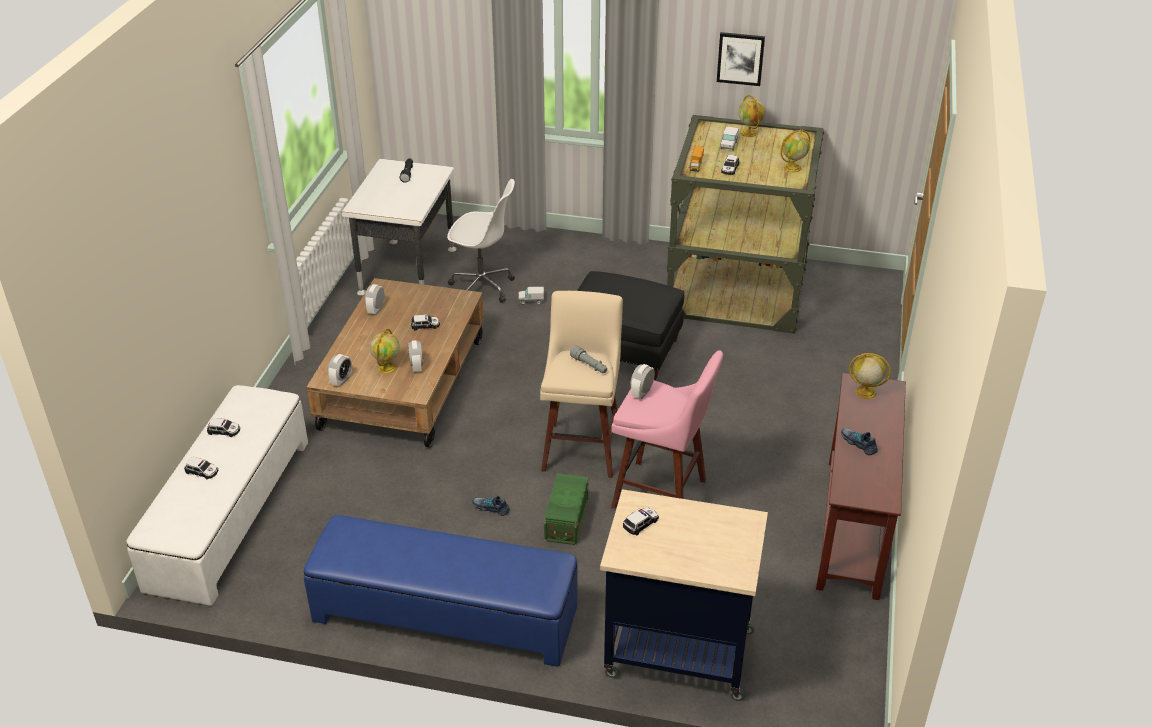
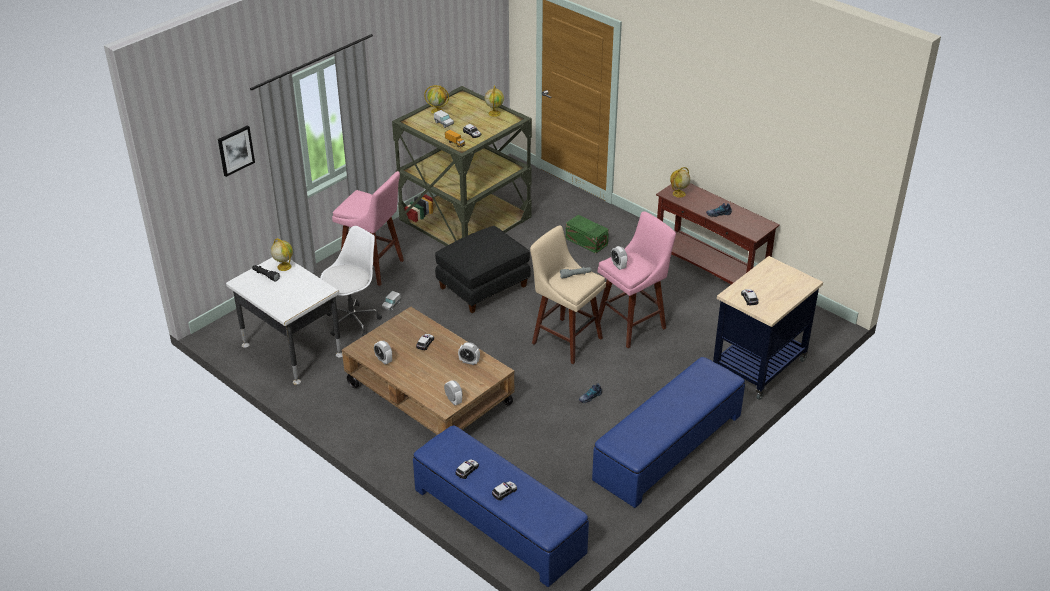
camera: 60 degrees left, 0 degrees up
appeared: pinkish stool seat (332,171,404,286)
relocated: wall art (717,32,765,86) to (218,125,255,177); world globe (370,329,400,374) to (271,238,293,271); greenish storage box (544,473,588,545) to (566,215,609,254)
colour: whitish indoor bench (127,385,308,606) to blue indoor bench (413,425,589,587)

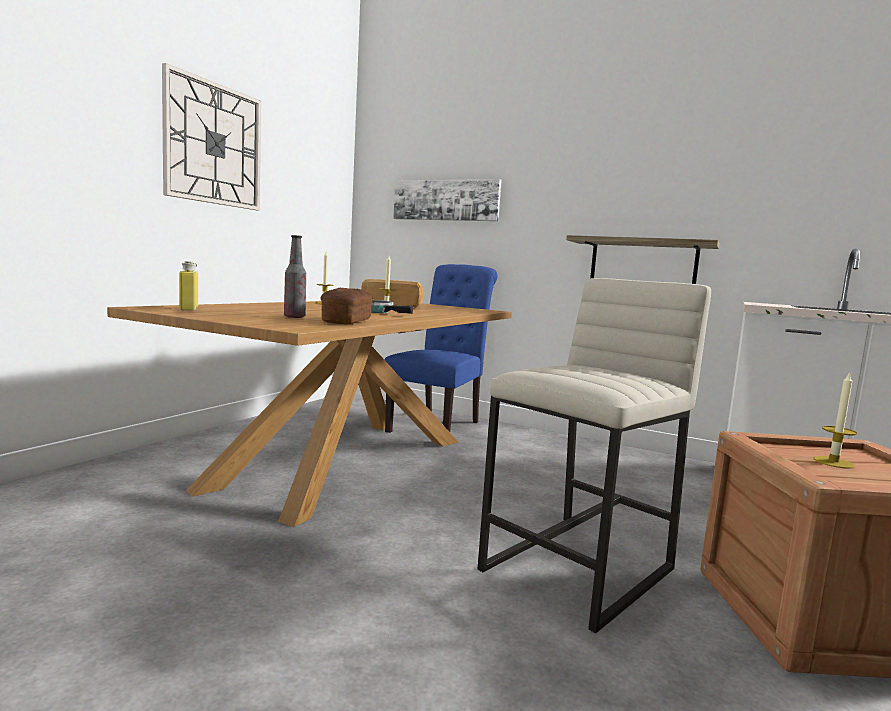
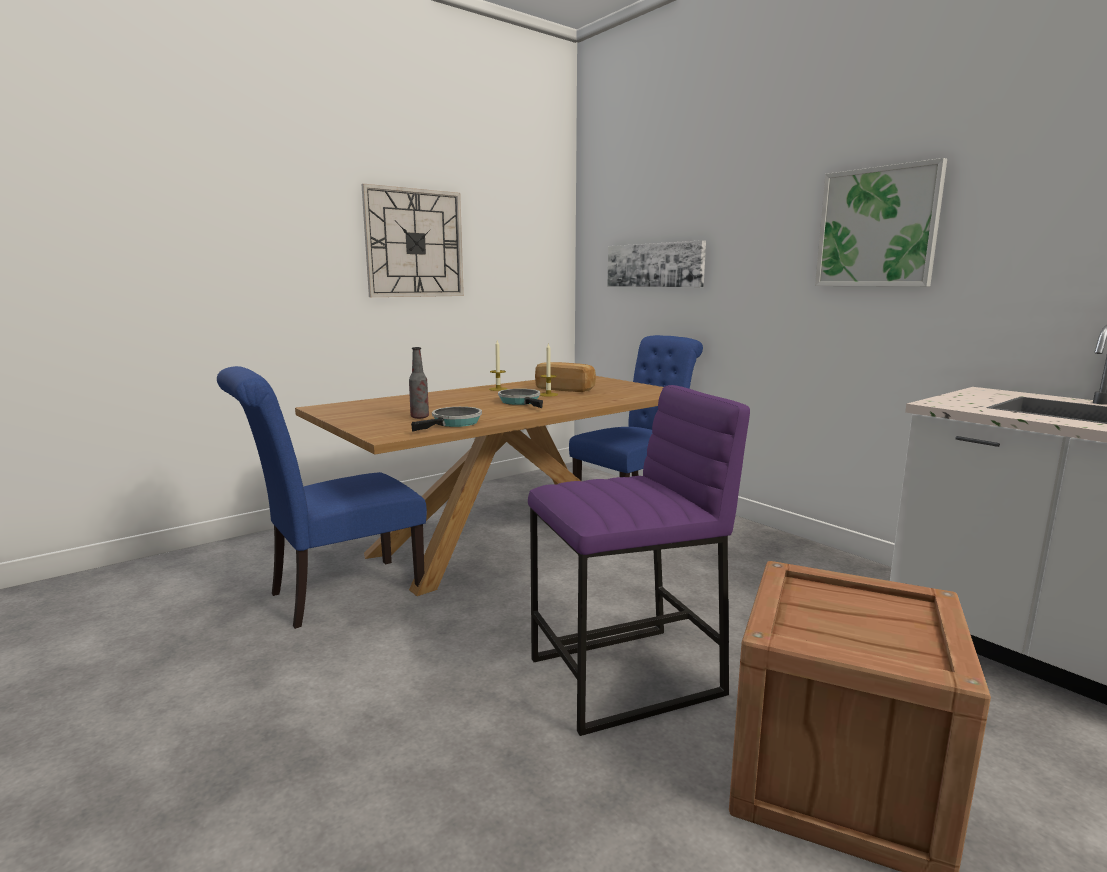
camera: 25 degrees right, 5 degrees up
missing: wall shelf (566,235,719,284); yellow-coloured beverage bottle (179,261,198,311); wax candle (814,372,857,469)
appeared: wall art (815,158,947,287); blue plain chair (217,366,427,629)
exchanged: baked bread (320,288,372,324) to skillet (411,407,482,431)
colour: beige stool seat (477,278,711,633) to purplish stool seat (528,385,750,736)

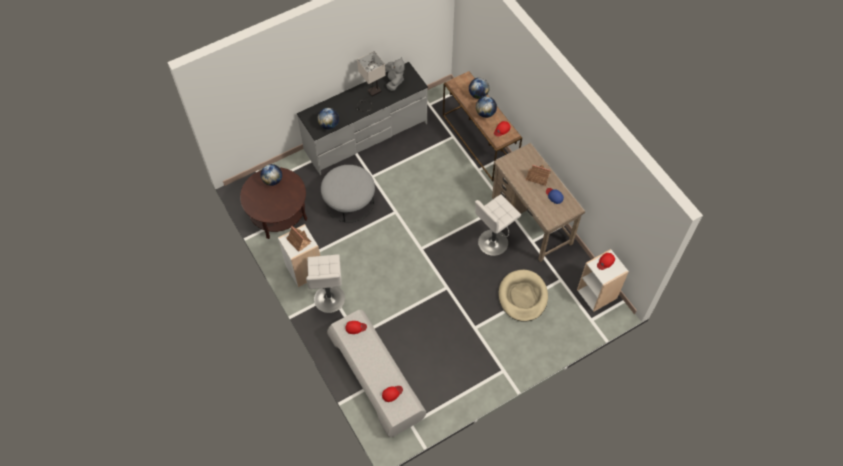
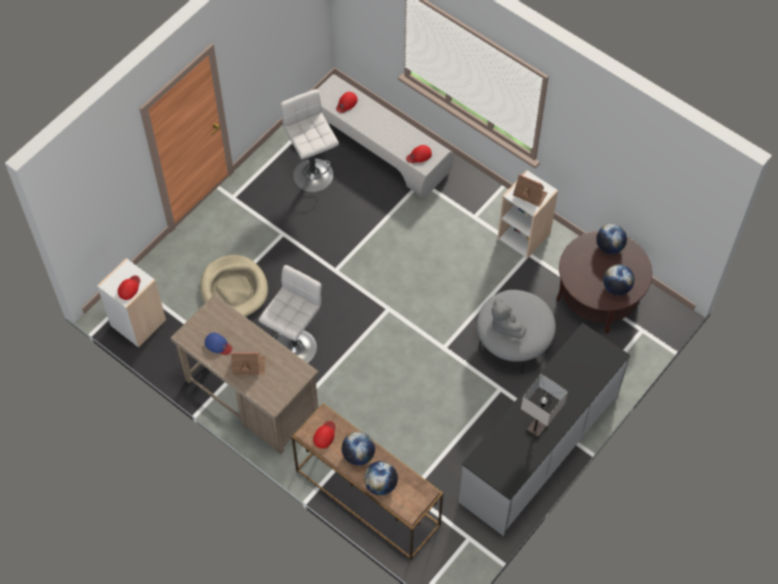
camera: 160 degrees right, 0 degrees up
relocated: gray soft toy (385,57,405,91) to (492,298,526,339); world globe (317,108,339,129) to (596,224,627,254); whitish stool seat (306,254,345,313) to (280,89,339,192)

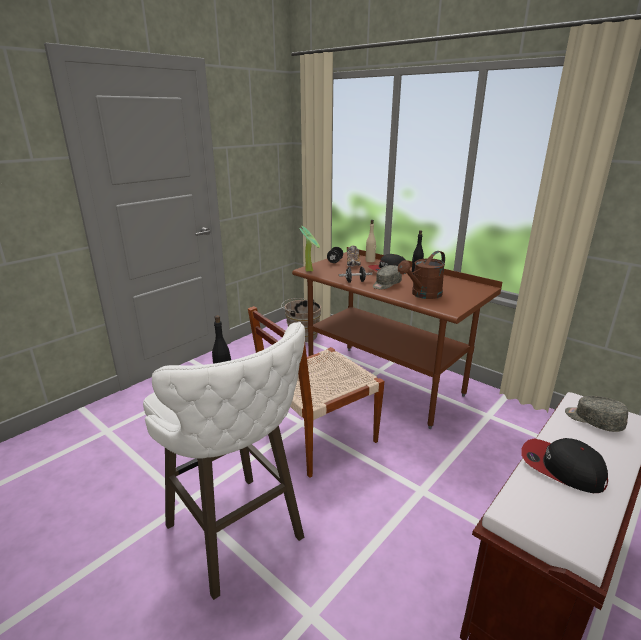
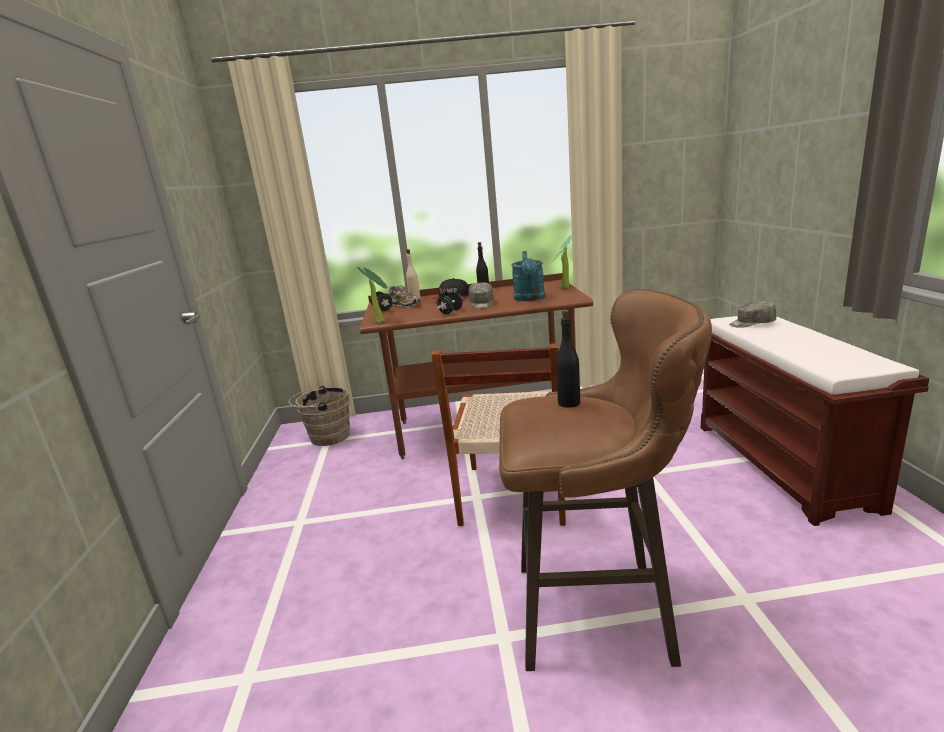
camera: 45 degrees left, 5 degrees down
missing: peaked cap (521,438,608,493)
appeared: plant in a pot (552,235,574,288)
colour: brownish sprinkling can (398,251,445,299) to turquoise sprinkling can (511,251,545,301); whitish stool seat (143,322,305,600) to brownish stool seat (499,289,712,671)

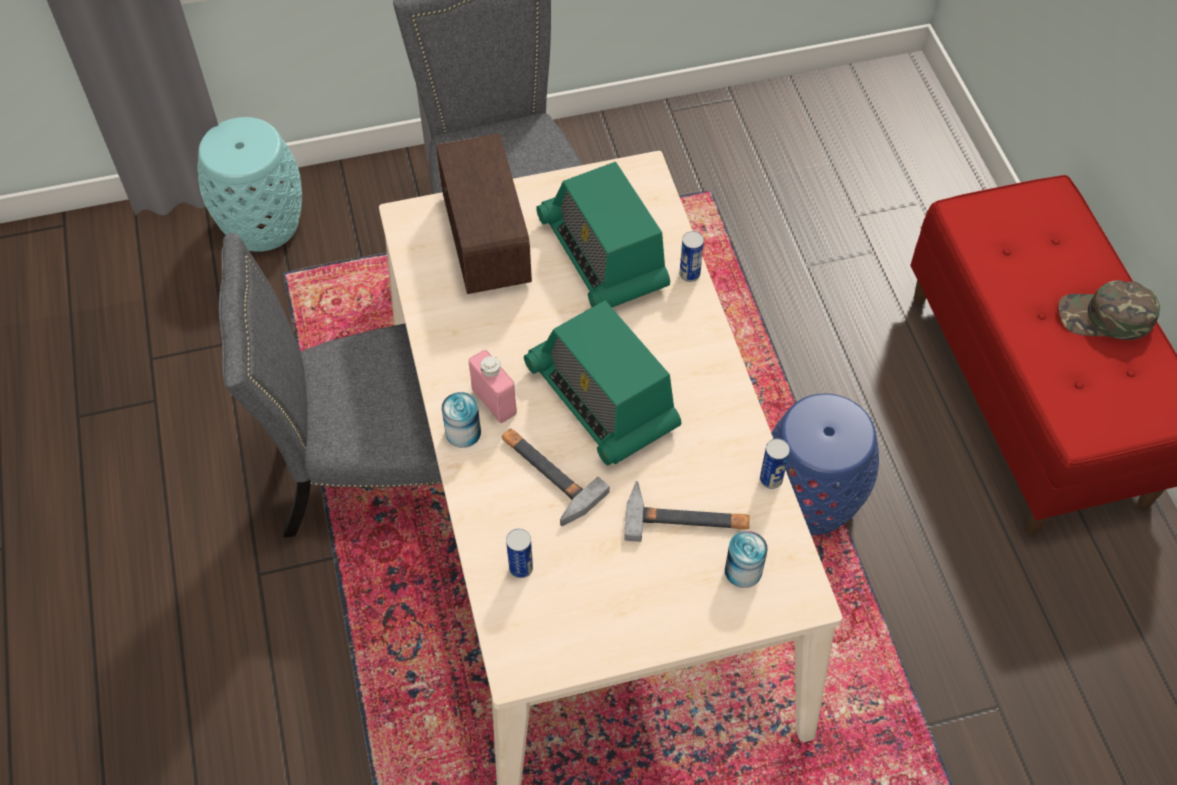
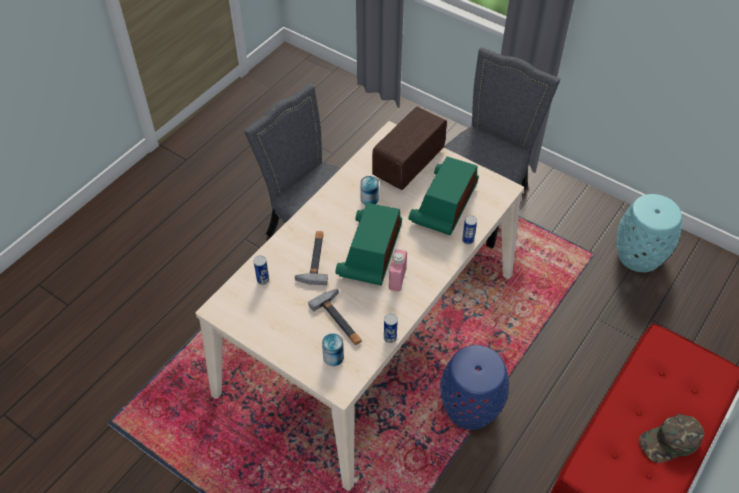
camera: 50 degrees right, 5 degrees down
relocated: turquoise stool seat (197,117,302,252) to (617,194,682,272); pinkish beverage bottle (469,350,517,423) to (389,249,407,292); sealed can (442,392,481,448) to (360,176,379,205)
spun: greenish peaked cap (1058,280,1160,340) = (639,414,704,463) 75 degrees counterclockwise

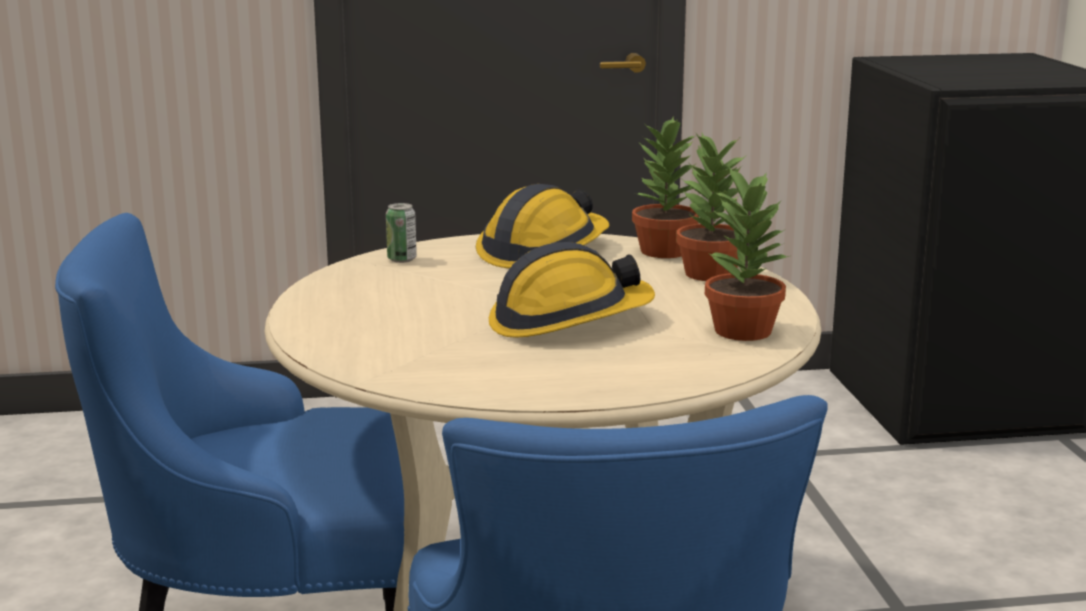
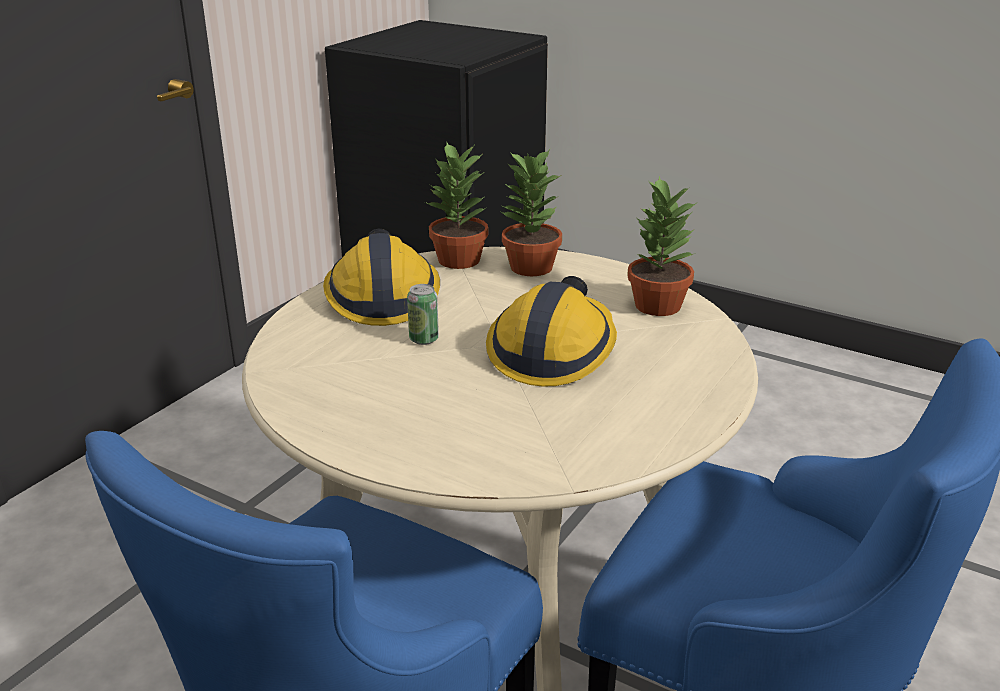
camera: 50 degrees left, 10 degrees up
relocated: sealed can (386,203,417,263) to (407,284,439,345)

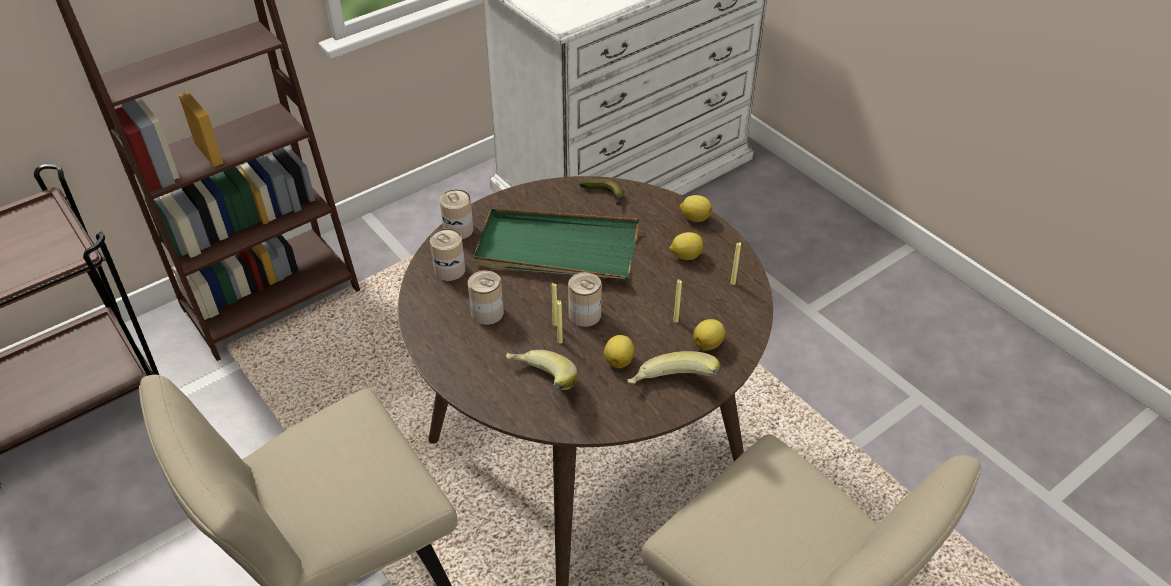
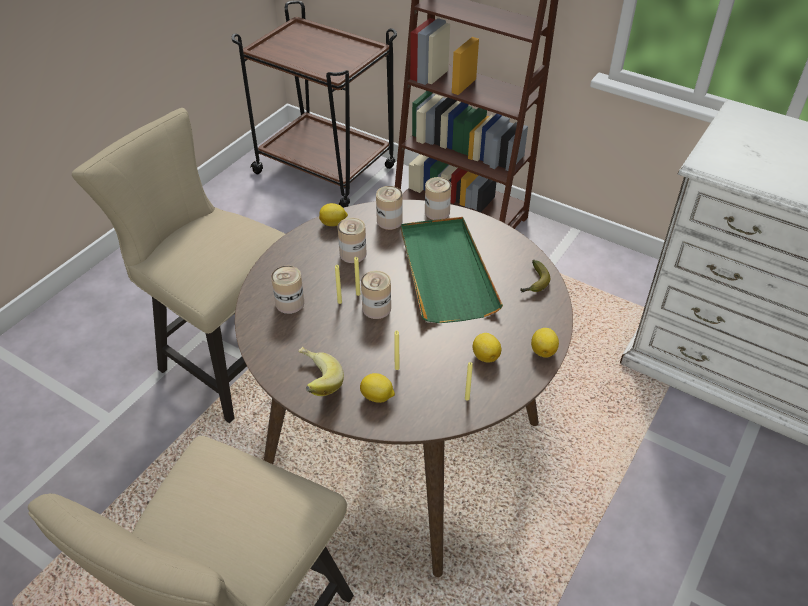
camera: 70 degrees right, 0 degrees up
relocated: citrus fruit (604,335,634,368) to (319,203,348,226)
exchanged: banana (506,350,577,390) to sealed can (271,266,304,314)

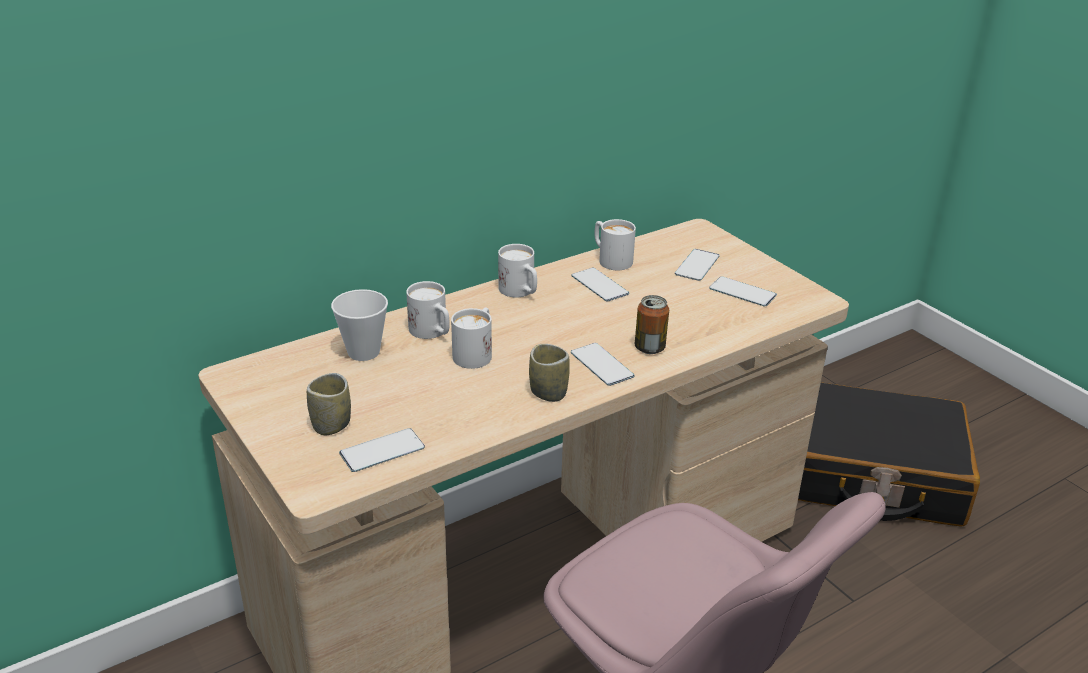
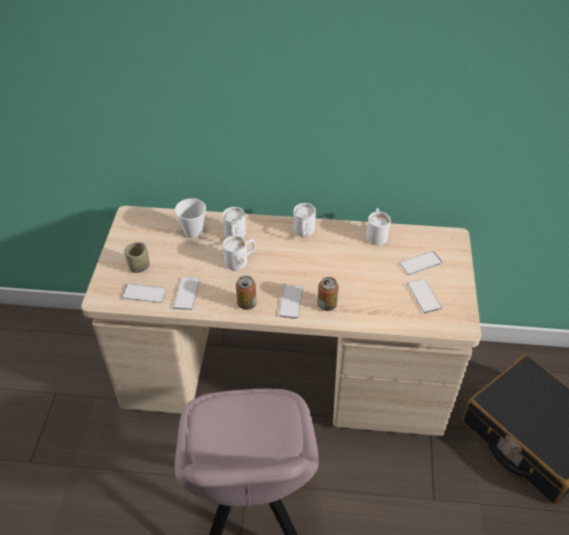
camera: 40 degrees right, 15 degrees up
relocated: phone (572,268,629,301) to (173,277,200,310)
exchanged: small cup (529,344,570,402) to sealed can (236,276,256,310)

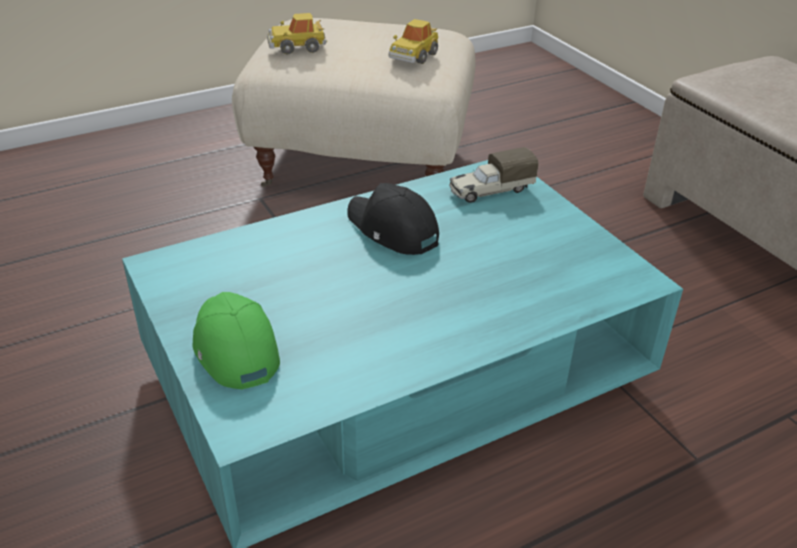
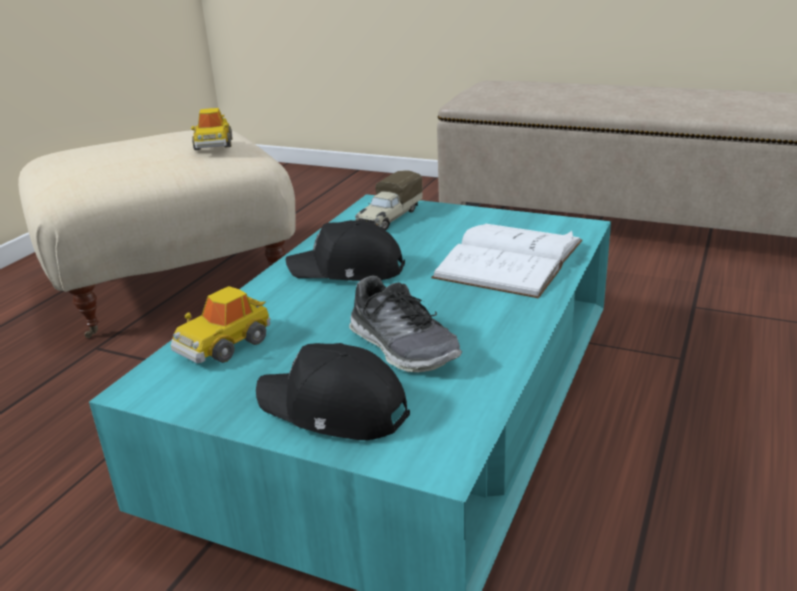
camera: 35 degrees left, 10 degrees down
appeared: whitish book (431,224,582,299); item of footwear (349,276,463,372)
relocated: miniature car (267,13,327,54) to (171,286,270,363)
colour: greenish peaked cap (193,292,280,389) to black peaked cap (256,343,410,440)

